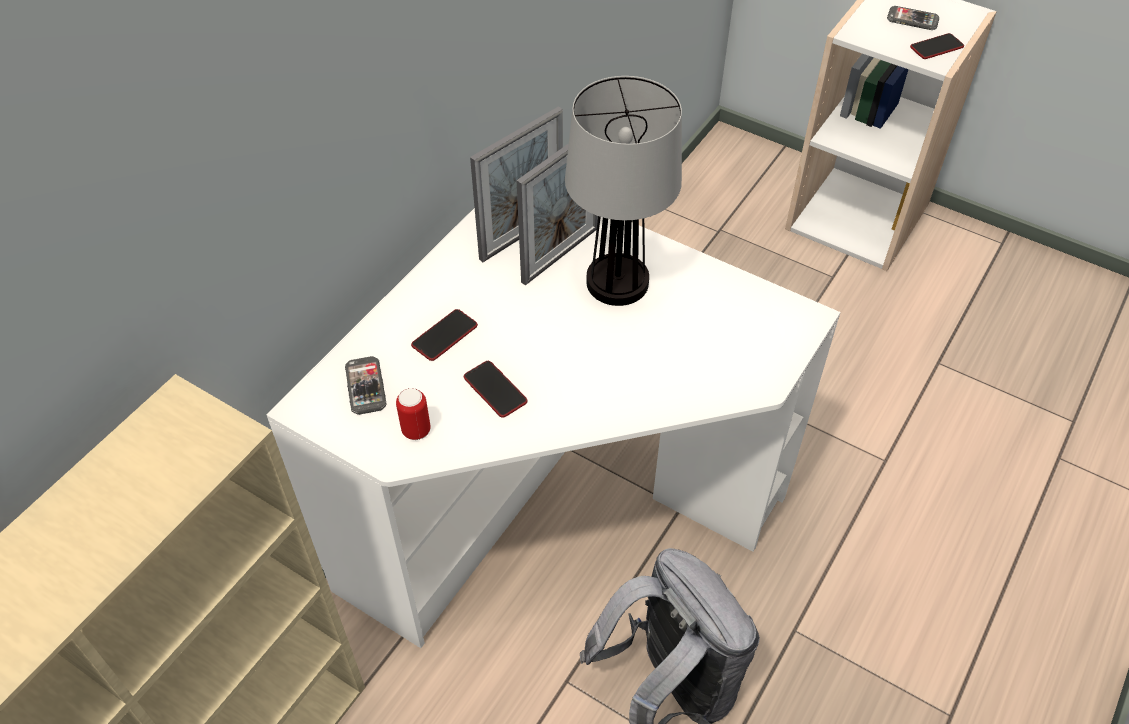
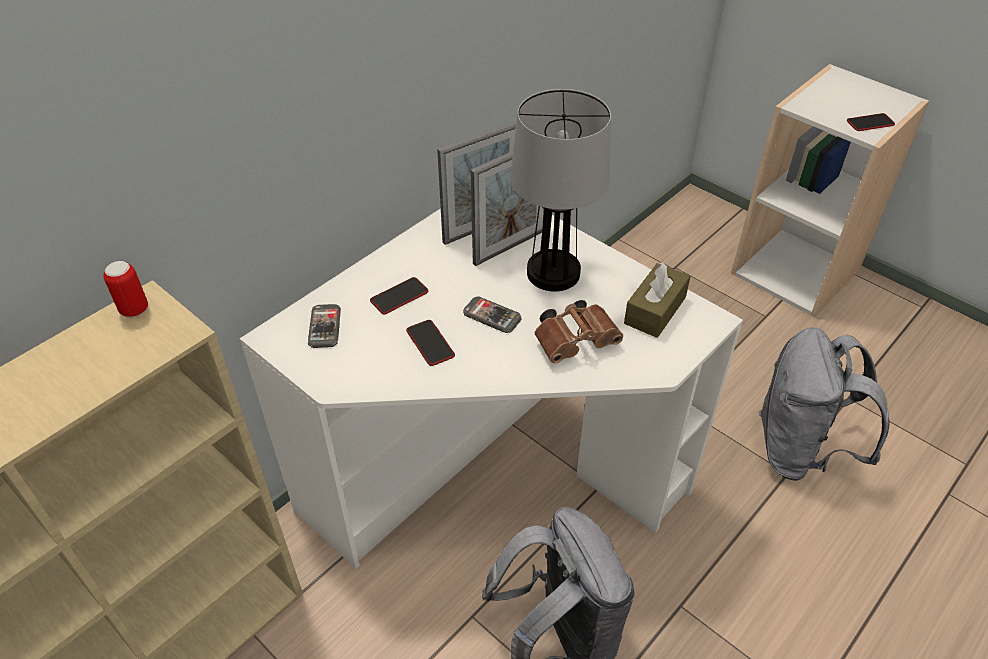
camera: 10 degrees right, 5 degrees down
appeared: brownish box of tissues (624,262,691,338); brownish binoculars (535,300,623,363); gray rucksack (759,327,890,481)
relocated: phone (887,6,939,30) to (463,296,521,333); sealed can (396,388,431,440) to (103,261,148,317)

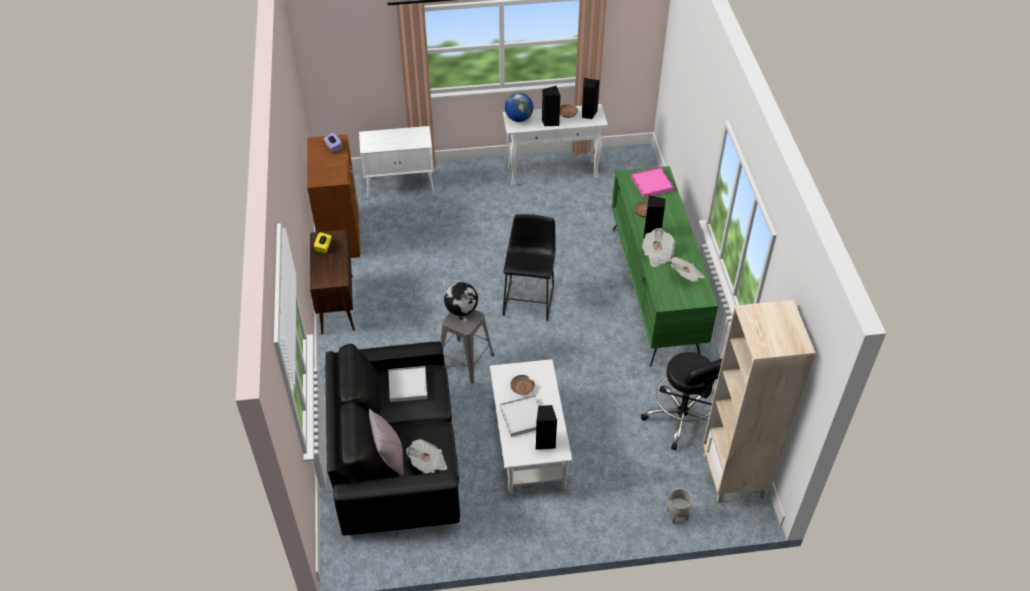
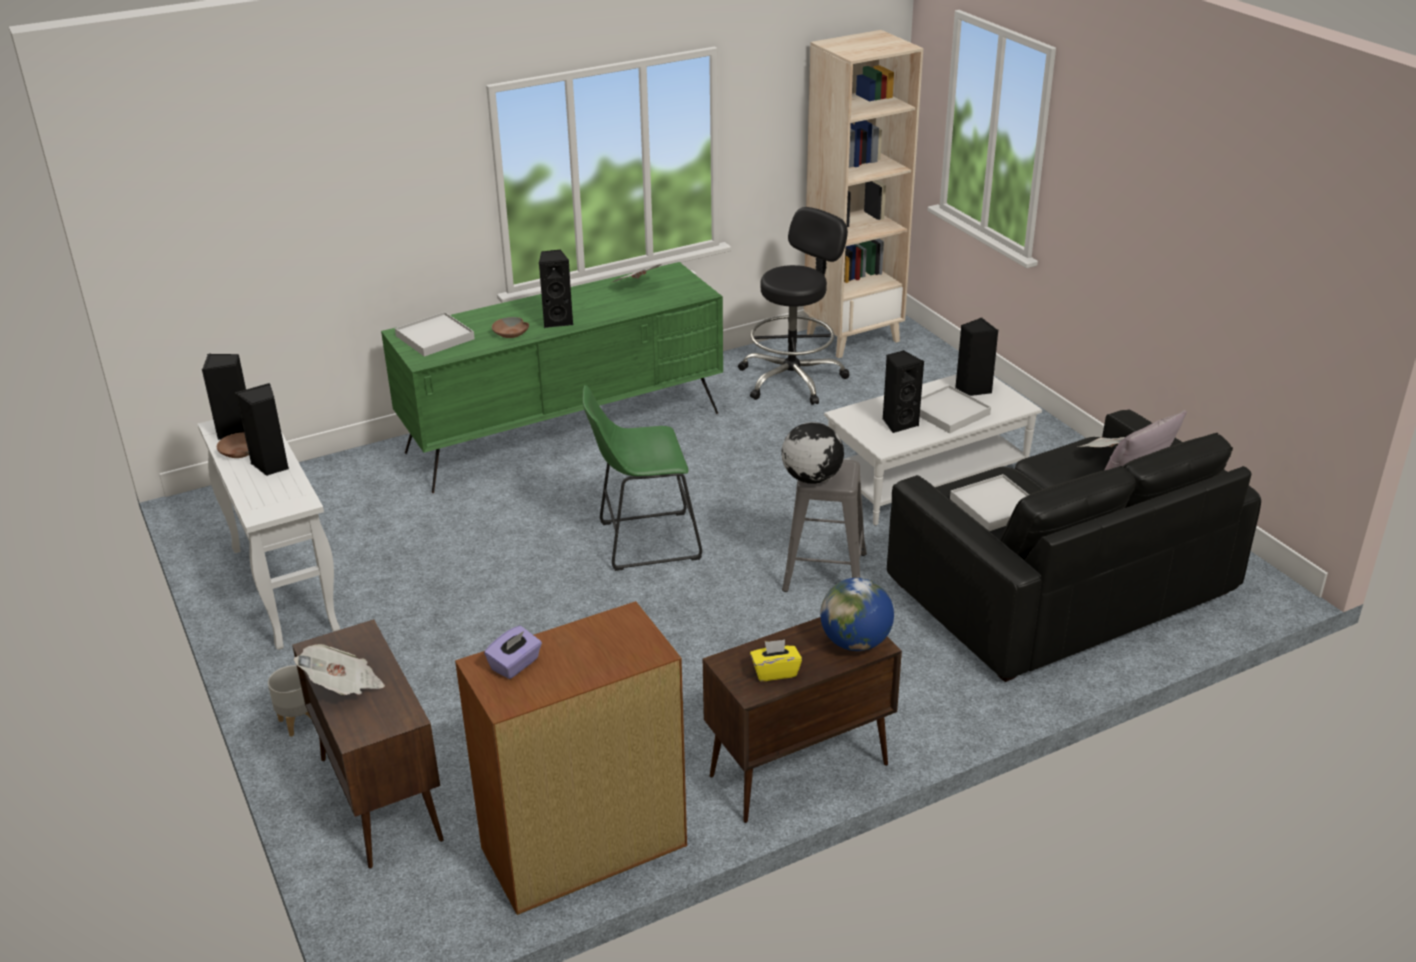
camera: 110 degrees left, 15 degrees down
relocated: world globe (505,93,533,122) to (820,578,894,651); daily paper (642,228,675,267) to (294,644,385,695); gray plant pot (667,489,693,524) to (268,665,311,737)
exchanged: brownish deep dish (510,375,535,395) to black speaker (882,350,924,433)
colour: whitish cupboard (359,126,434,199) to brownish cupboard (292,619,444,869); pinkish tray (631,167,674,198) to whitish tray (395,312,475,357); black stool seat (503,214,556,321) to greenish stool seat (583,385,702,571)

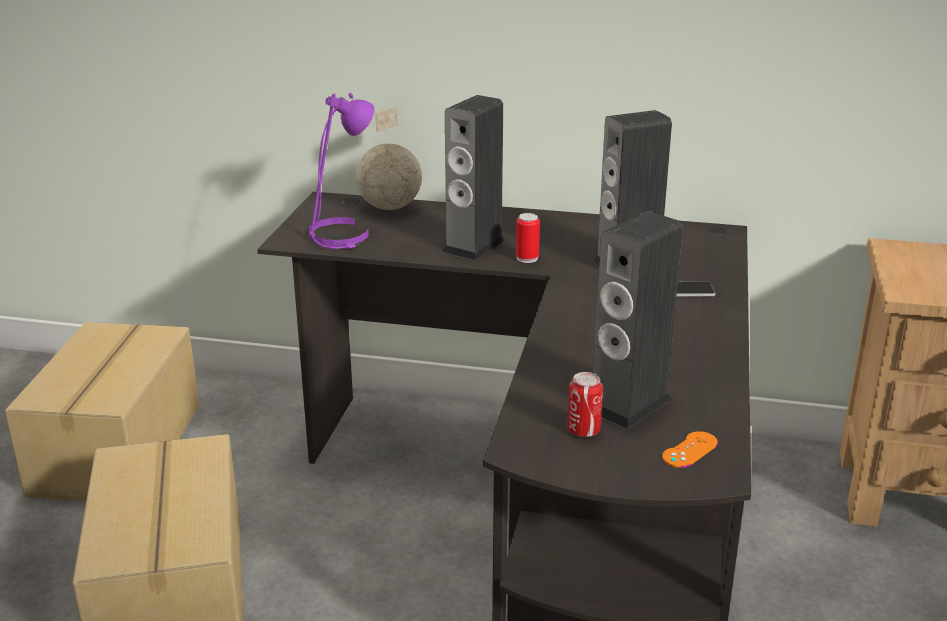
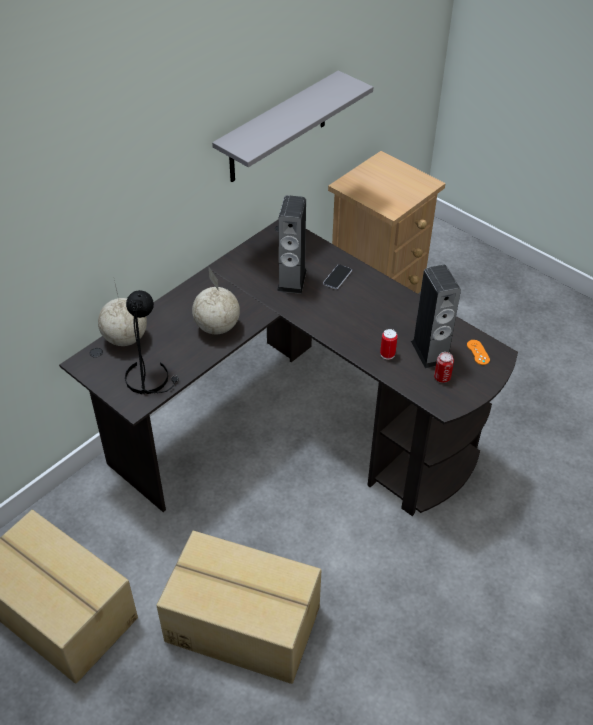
camera: 60 degrees left, 20 degrees up
appeared: gray wall shelf (212,70,373,182)
relocated: sealed can (516,213,540,263) to (380,329,398,360)
exchanged: speaker (442,95,506,261) to world globe (192,268,240,334)
colour: purplish lamp for a table (309,93,374,249) to black lamp for a table (125,290,179,394)

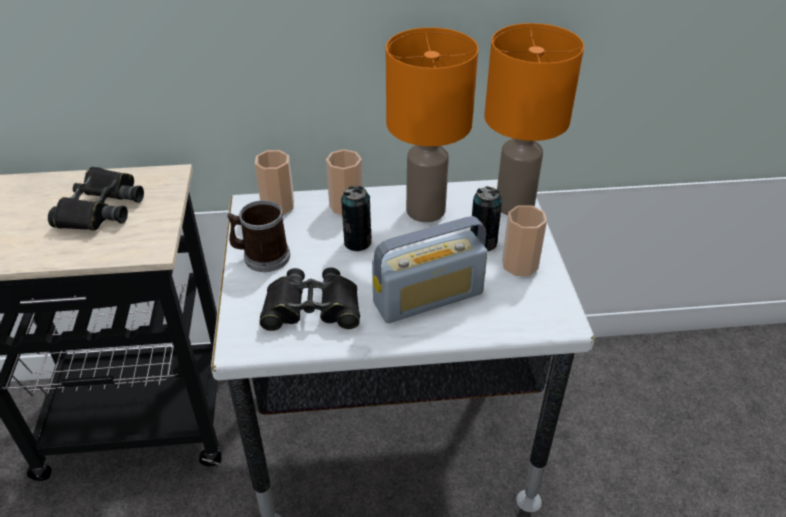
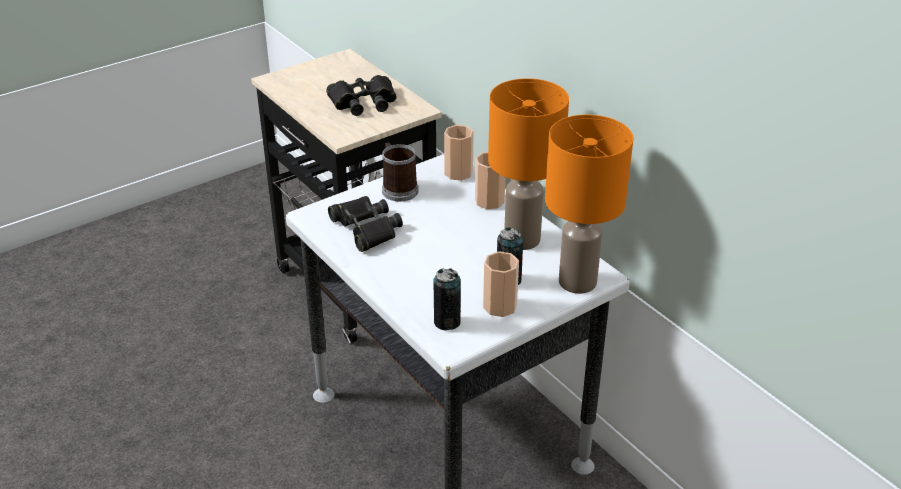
camera: 60 degrees right, 5 degrees down
missing: radio receiver (372,216,488,323)
relocated: sealed can (341,186,372,251) to (433,268,461,330)

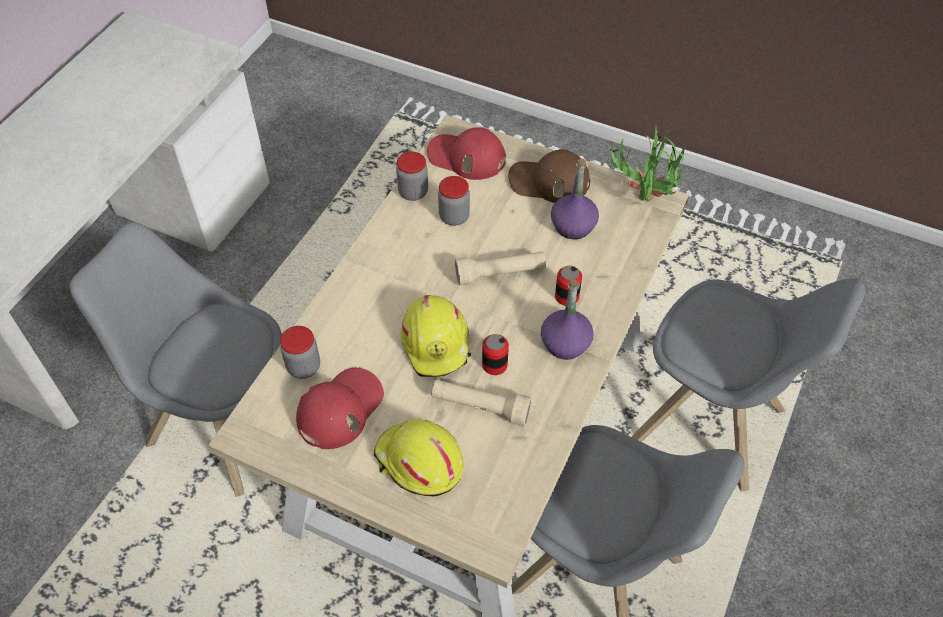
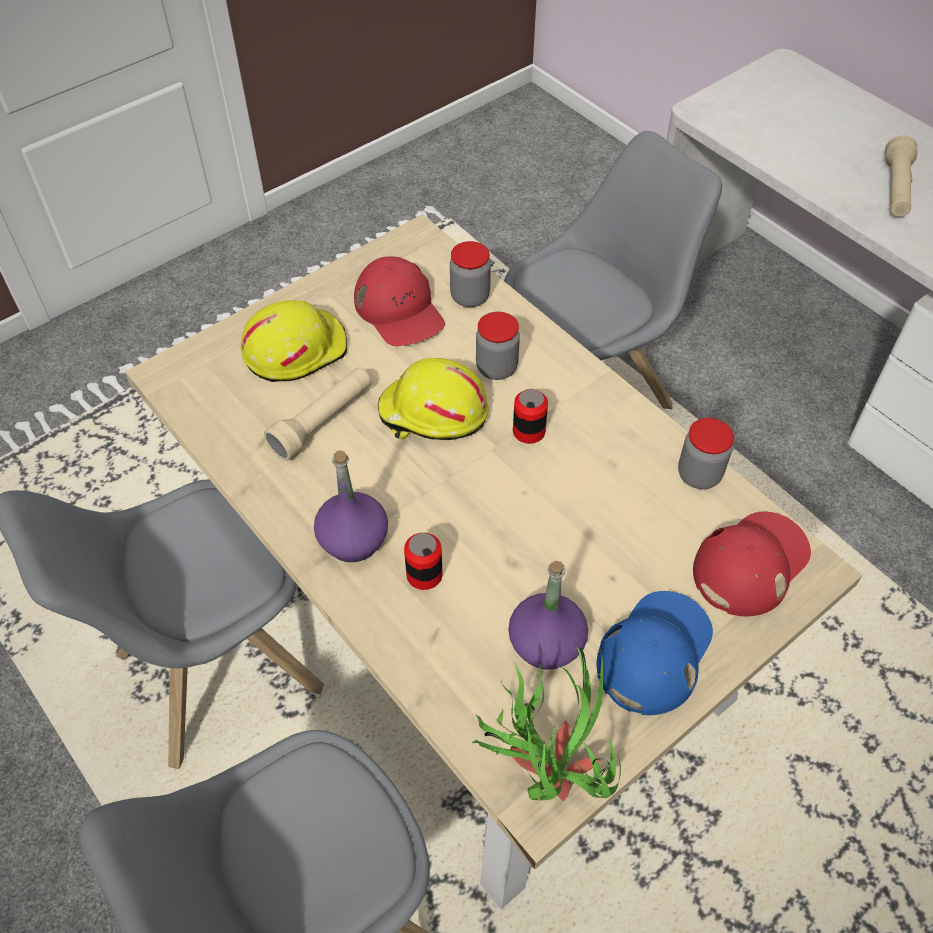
camera: 115 degrees right, 0 degrees up
relocated: storage jar (438,176,470,226) to (476,312,520,380); beige flashlight (455,252,546,286) to (885,135,917,217); sealed can (482,334,509,375) to (513,389,548,444)
colour: brownish peaked cap (508,149,590,203) to blue peaked cap (597,591,713,715)

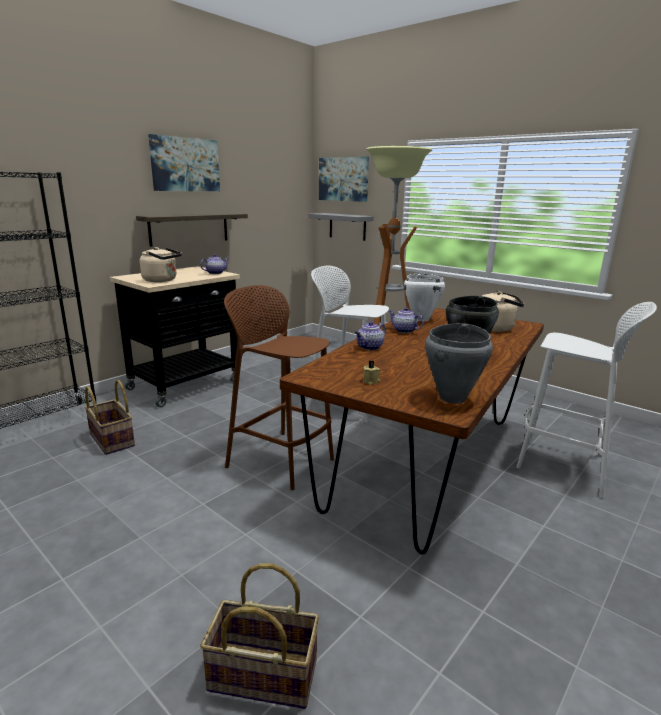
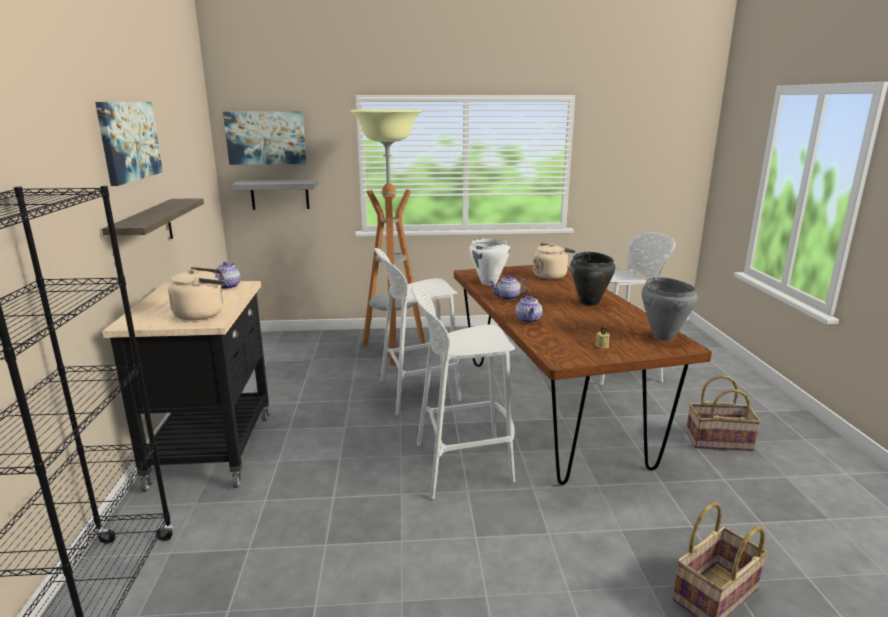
camera: 45 degrees left, 0 degrees up
relocated: household basket (85,380,135,455) to (686,375,761,451)
colour: brownish stool seat (224,285,334,490) to whitish stool seat (411,286,515,500)

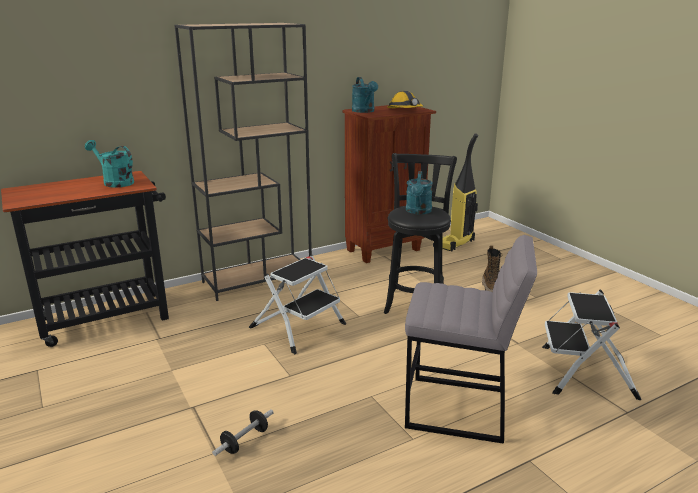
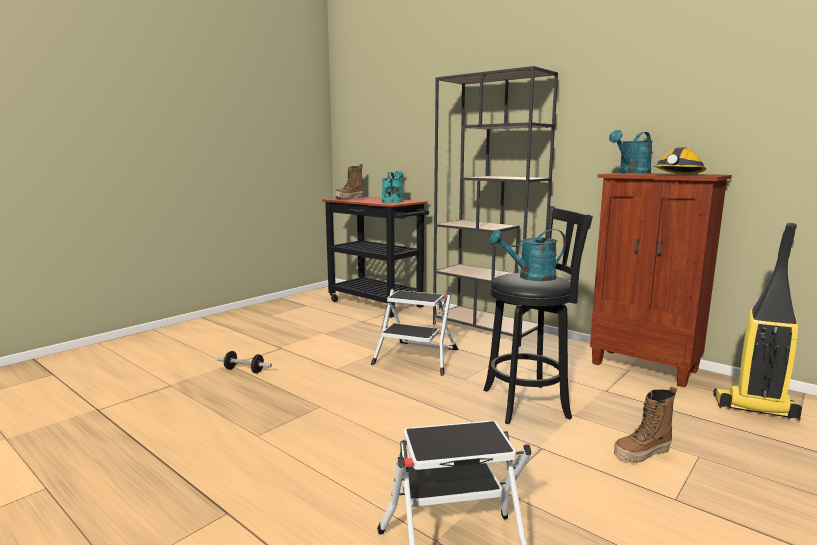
camera: 70 degrees right, 10 degrees down
missing: gray stool seat (405,235,537,444)
appeared: high-top boot (335,164,364,199)

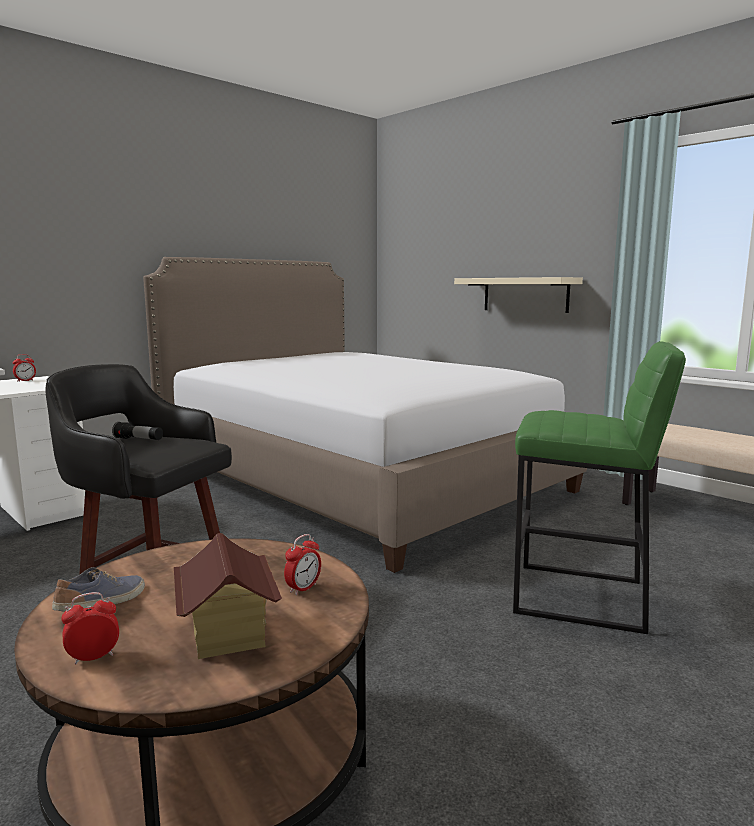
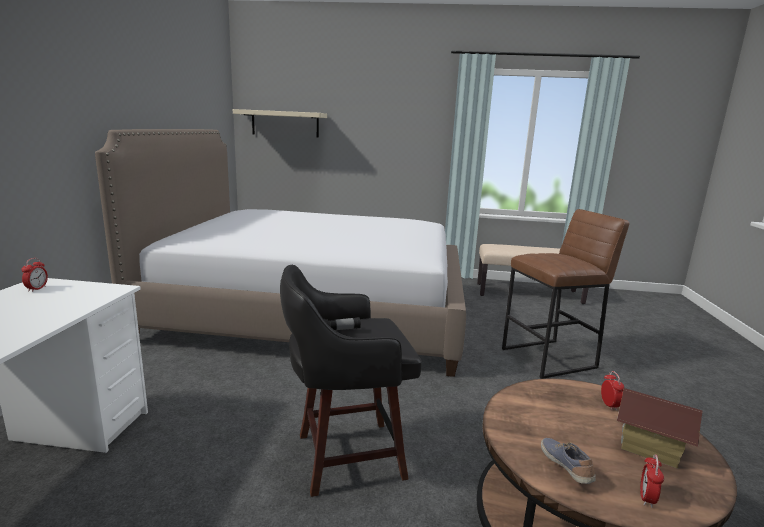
camera: 40 degrees left, 5 degrees up
relocated: beige wall shelf (454,277,583,313) to (233,109,327,138)
colour: greenish stool seat (513,341,686,634) to brownish stool seat (502,209,629,379)

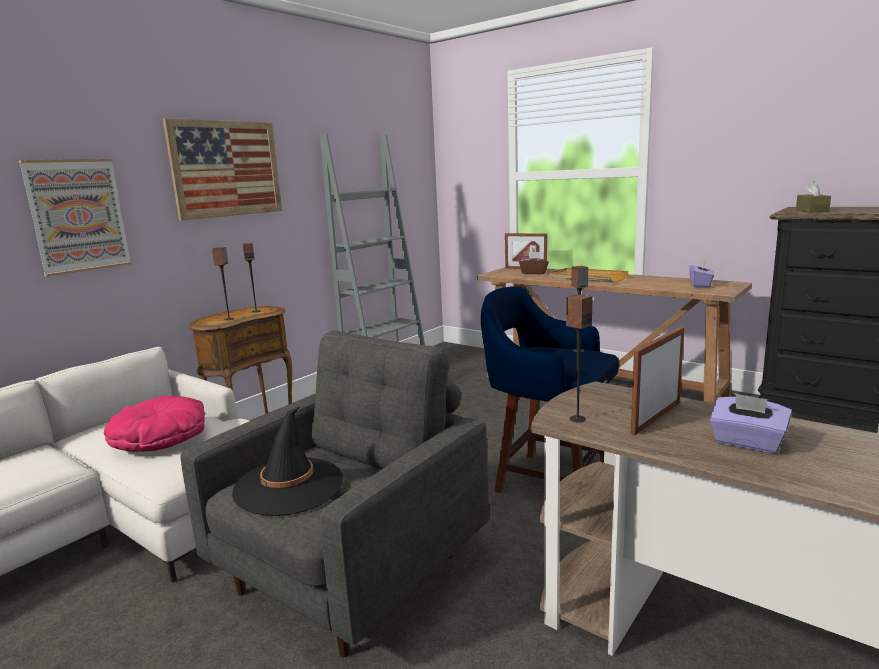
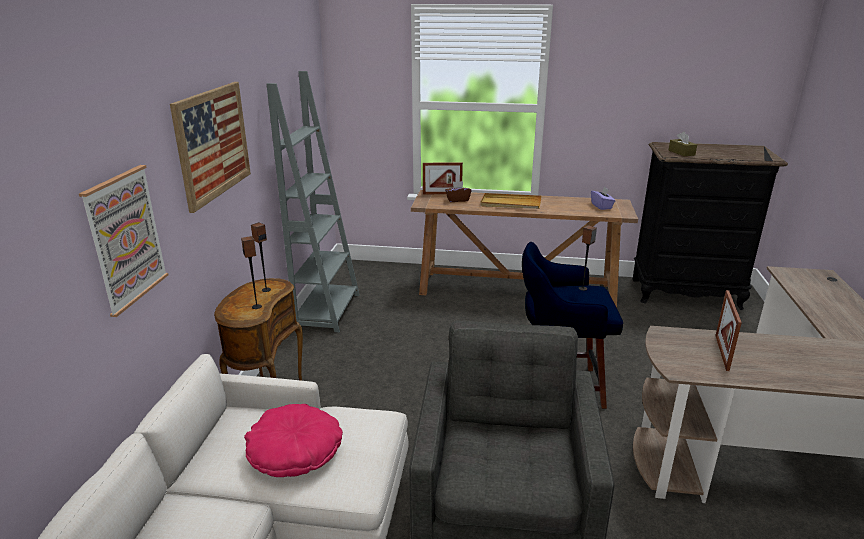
camera: 30 degrees left, 10 degrees up
missing: speaker (566,294,592,422); purplish box of tissues (710,393,792,454); black clothing hat (232,406,344,516)

